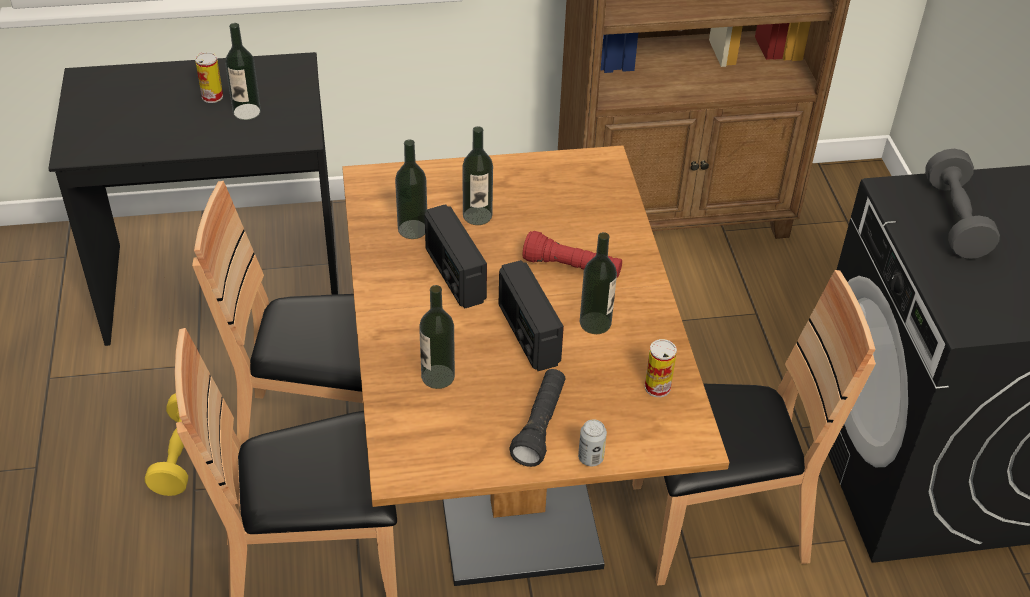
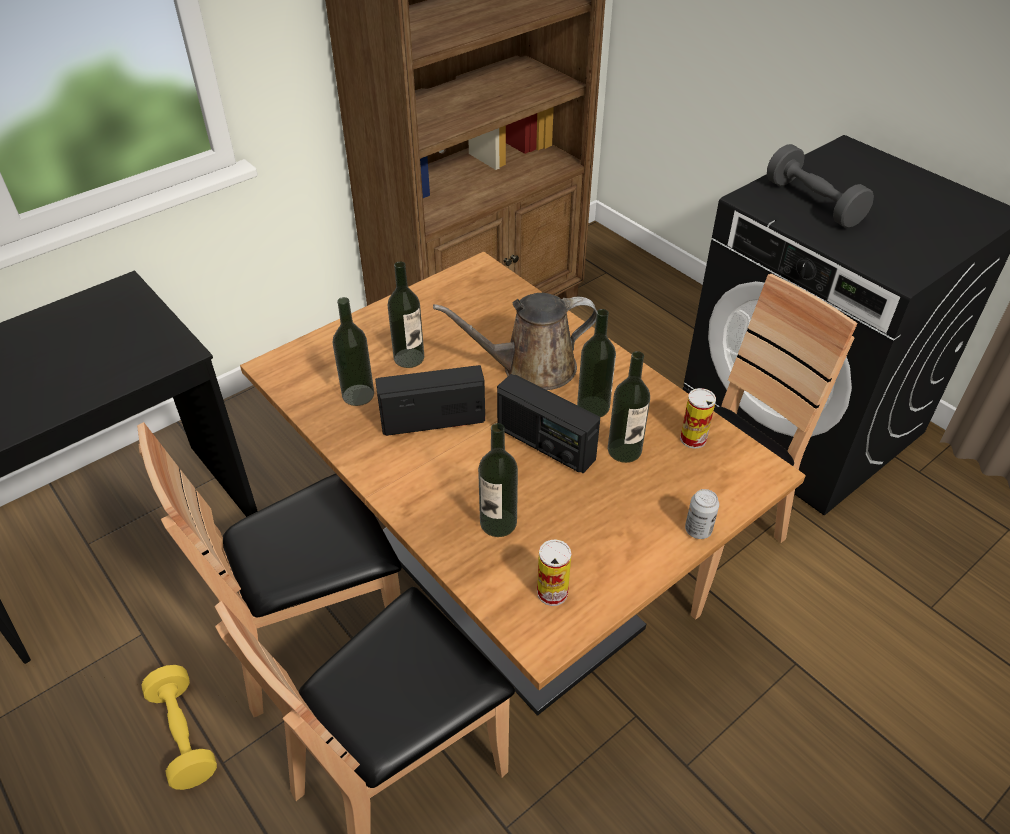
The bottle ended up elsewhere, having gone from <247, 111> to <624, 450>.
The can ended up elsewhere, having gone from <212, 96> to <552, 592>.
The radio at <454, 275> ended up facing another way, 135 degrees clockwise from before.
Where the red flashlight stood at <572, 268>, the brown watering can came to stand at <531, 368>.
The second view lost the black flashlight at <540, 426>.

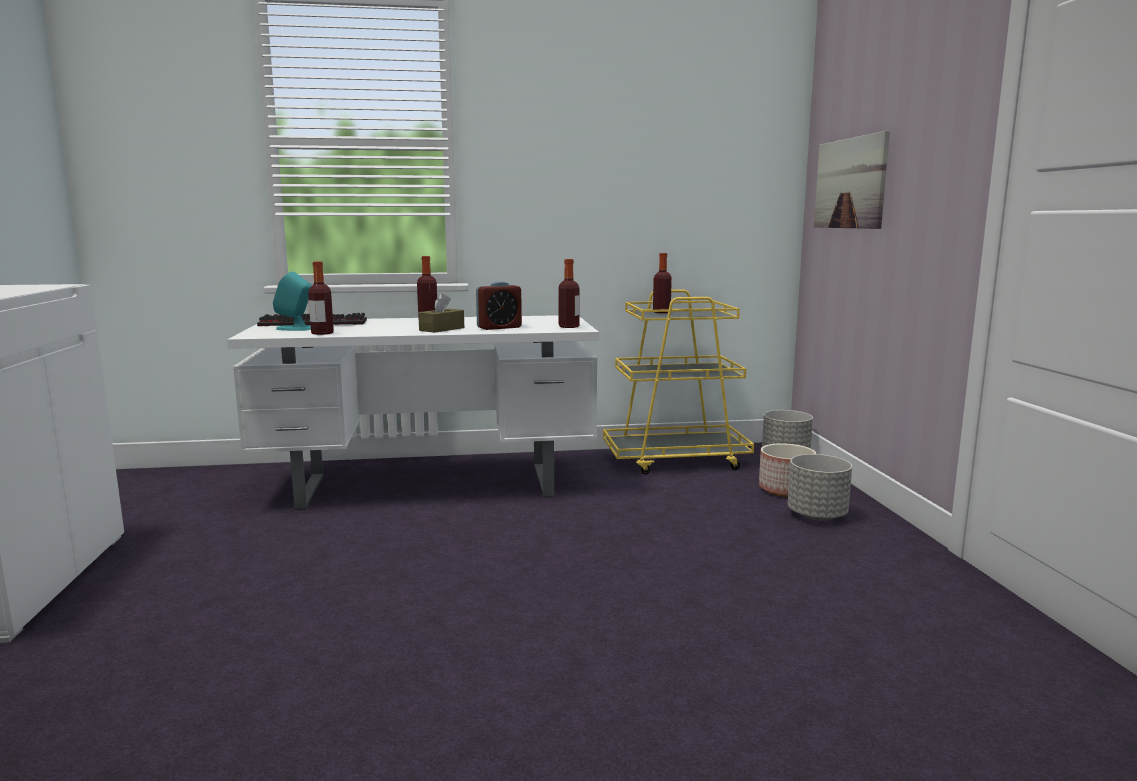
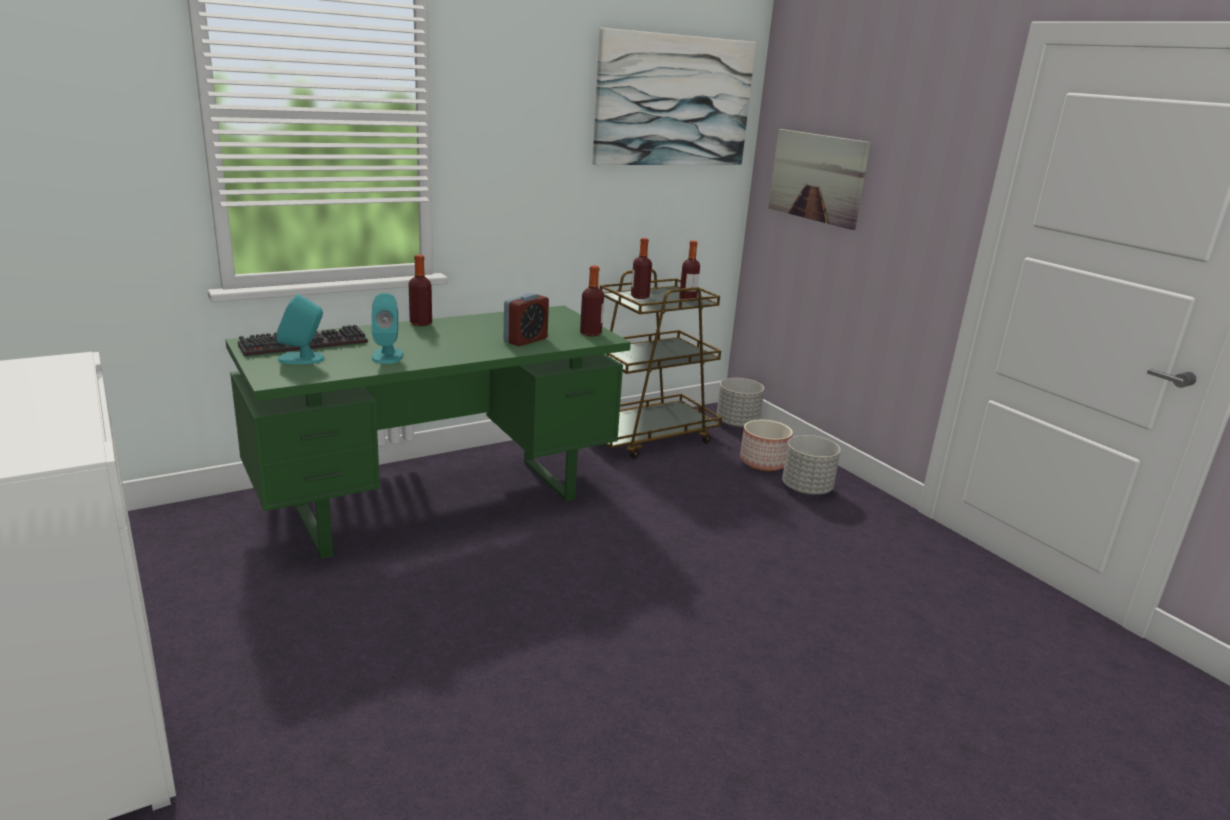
The bottle ended up elsewhere, having gone from <322, 333> to <687, 299>.
What was the yellow cart at <676, 460> turned into the brown cart at <647, 436>.
The second view lost the brown tissue box at <442, 329>.
What was the white desk at <430, 486> turned into the green desk at <440, 503>.
The second view gained the picture at <674, 101>.
The second view gained the turquoise speaker at <387, 356>.

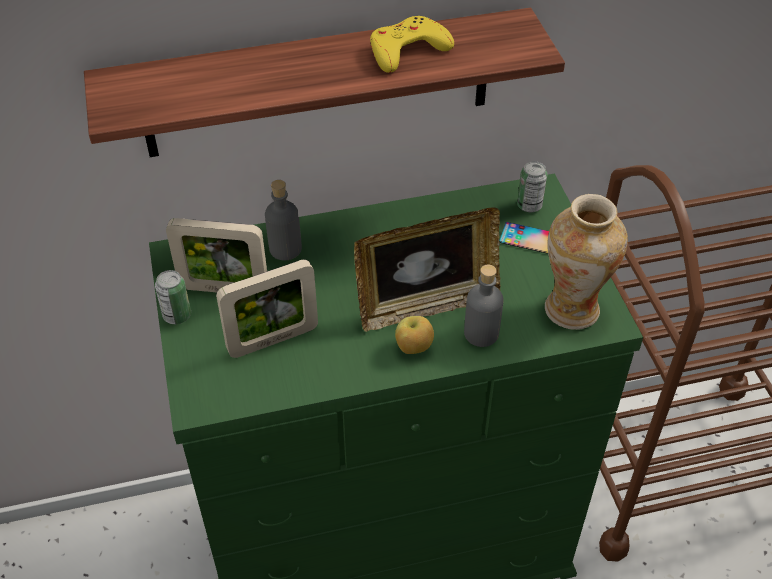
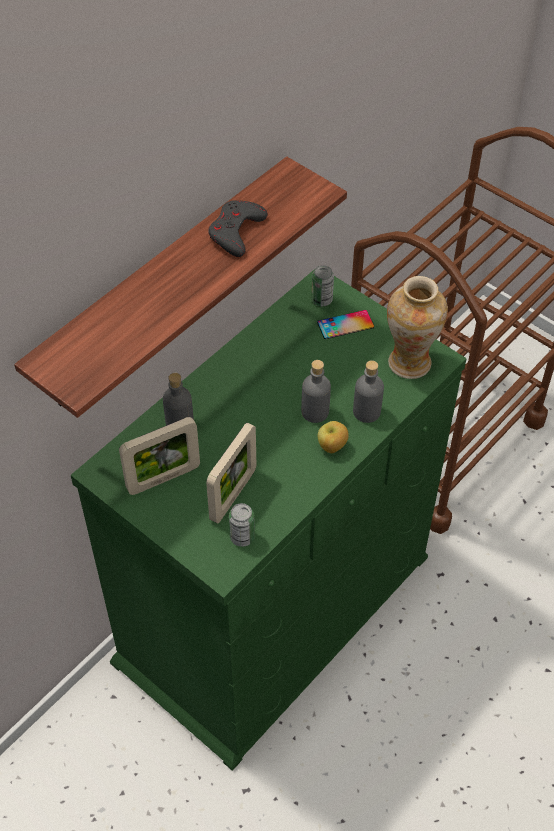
What was the yellow game controller at <407, 50> turned into the grey game controller at <236, 232>.
Where the picture frame stood at <426, 305>, the grey bottle came to stand at <315, 411>.
The can ended up elsewhere, having gone from <177, 315> to <242, 537>.

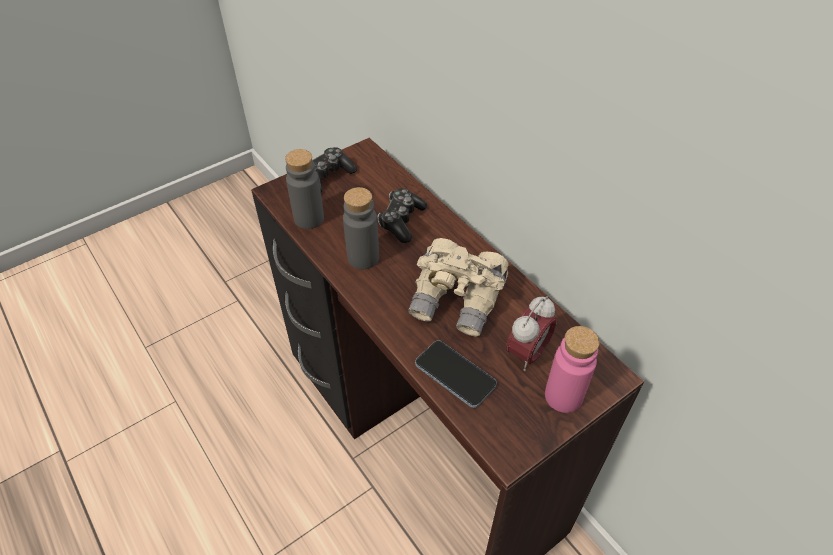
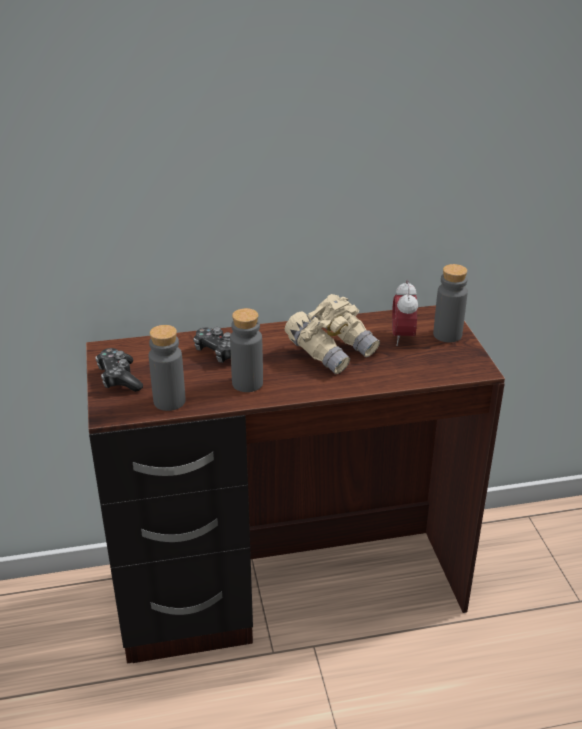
The alarm clock at <527, 353> ended up facing another way, 150 degrees counterclockwise from before.
What was the pink bottle at <563, 396> turned into the grey bottle at <447, 335>.
The second view lost the phone at <455, 375>.

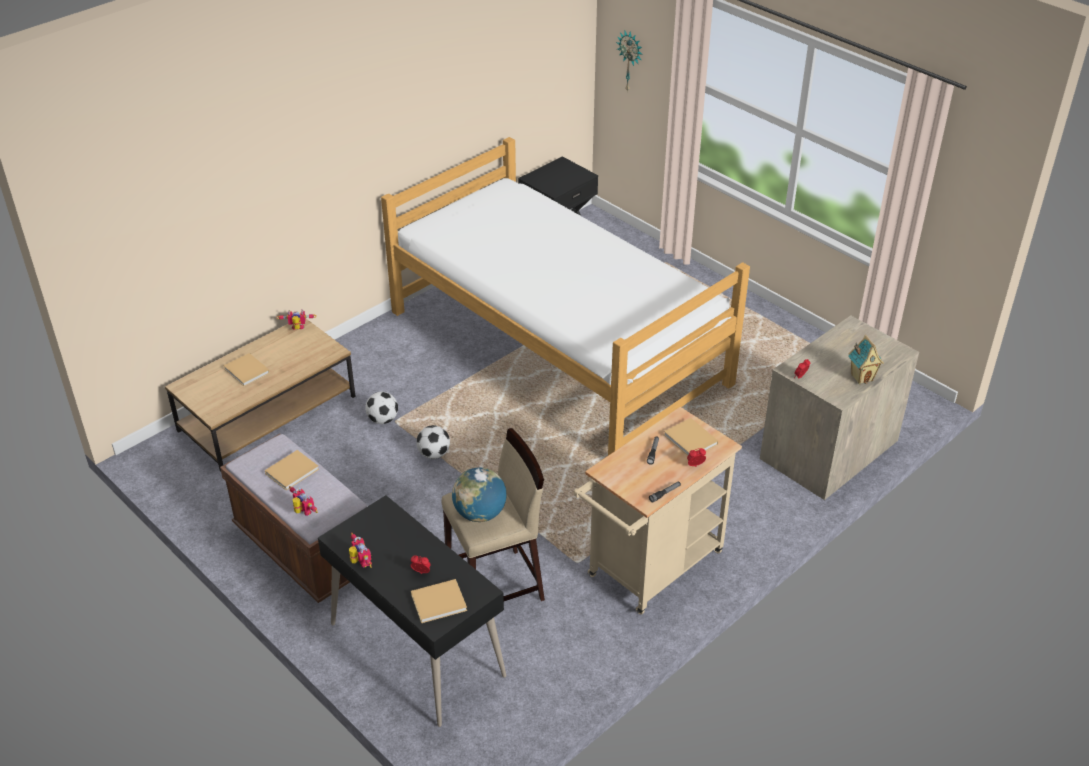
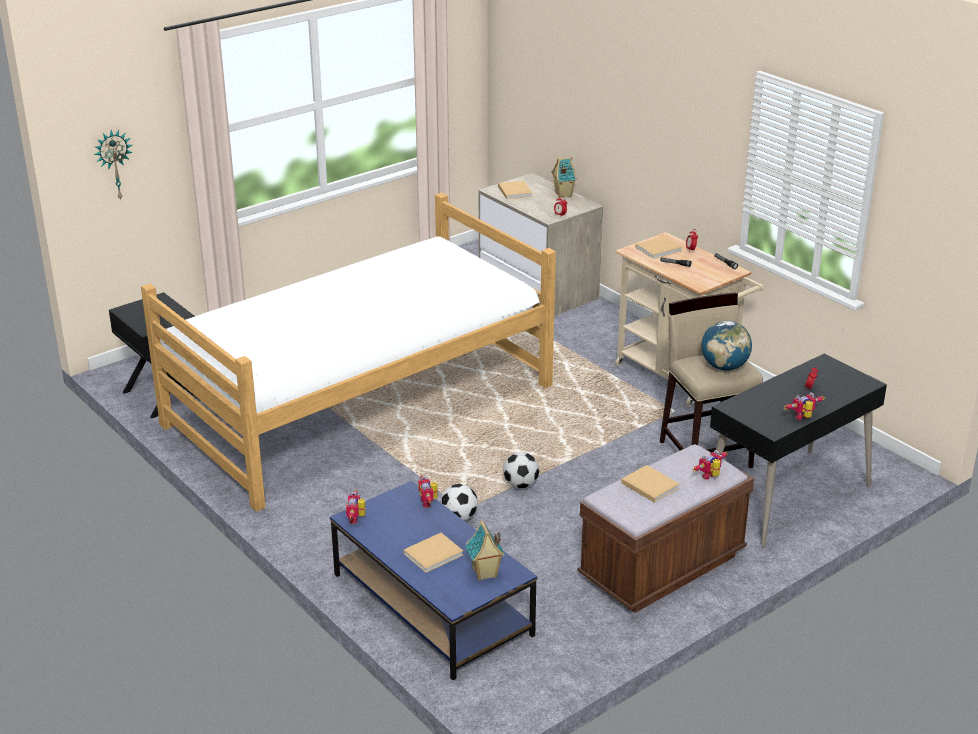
What was the brown coffee table at <267, 413> turned into the blue coffee table at <432, 604>.
The beige book ended up elsewhere, having gone from <440, 602> to <514, 191>.
The second view gained the toy robot at <429, 502>.
The second view gained the toy house at <485, 574>.

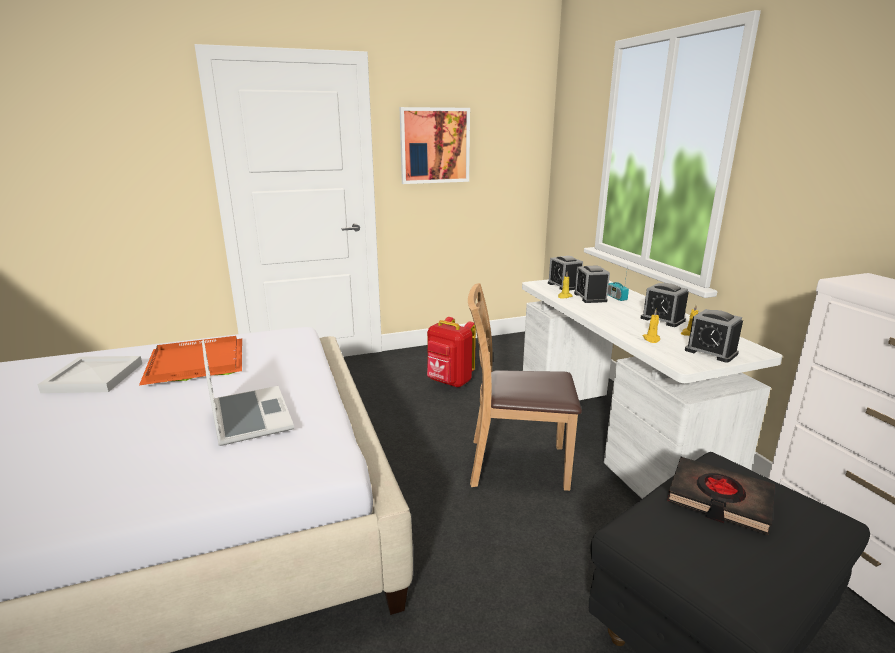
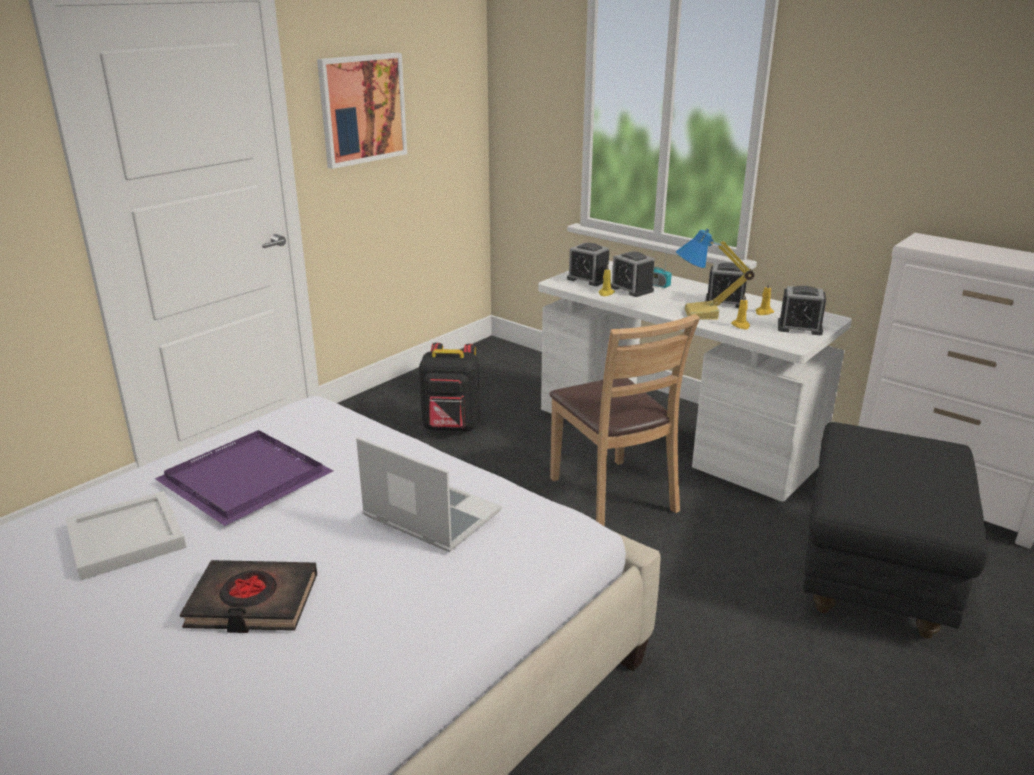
The brown chair at <516, 464> ended up facing another way, 90 degrees counterclockwise from before.
What was the red backpack at <449, 382> turned into the black backpack at <451, 427>.
What was the orange tray at <198, 364> turned into the purple tray at <249, 479>.
The black book ended up elsewhere, having gone from <719, 499> to <252, 602>.
The second view gained the table lamp at <702, 314>.

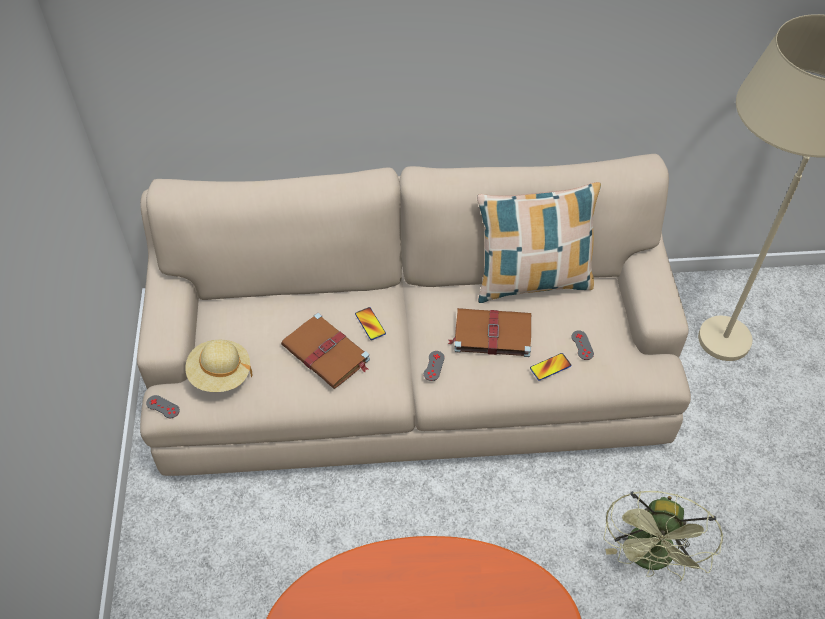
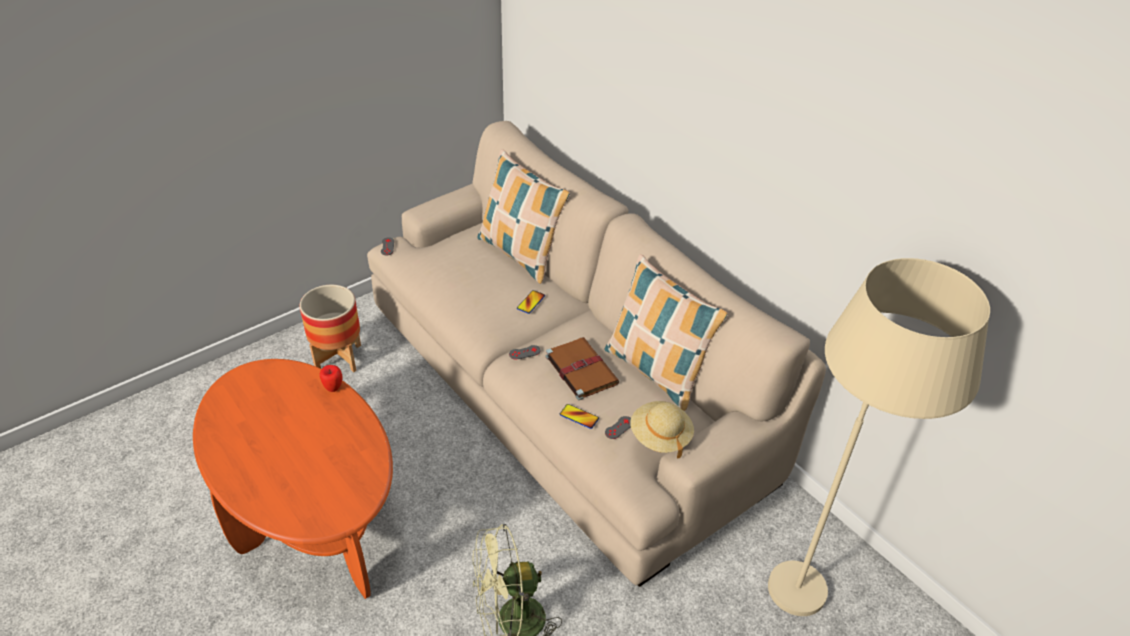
The second view lost the brown book at <327, 353>.
The beige hat ended up elsewhere, having gone from <220, 374> to <660, 436>.
The second view gained the pillow at <520, 254>.
The second view gained the planter at <338, 358>.
The second view gained the apple at <333, 388>.

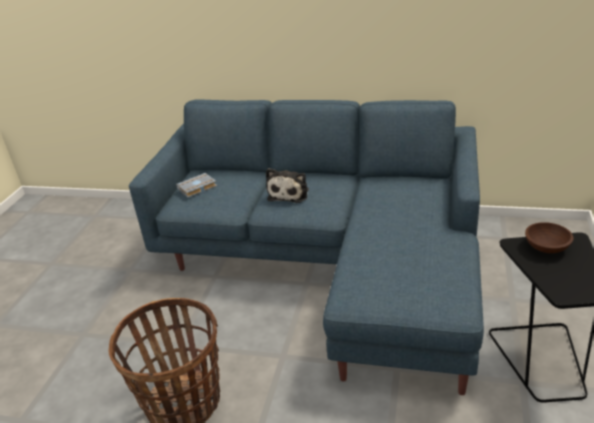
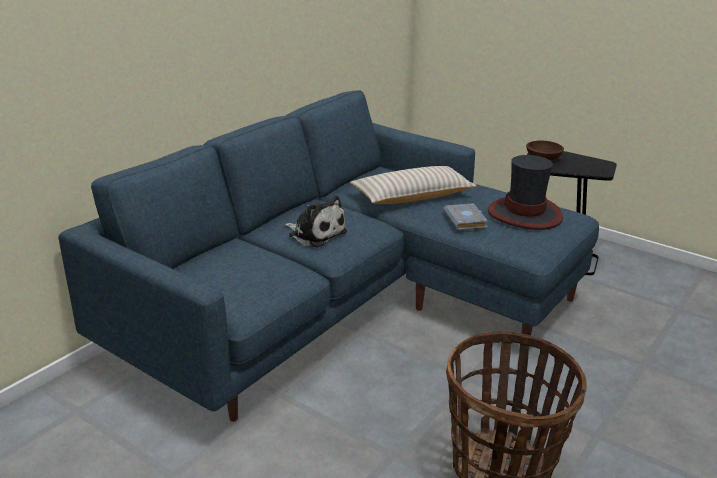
The grey book ended up elsewhere, having gone from <197, 188> to <466, 220>.
The second view gained the hat at <525, 214>.
The second view gained the beige pillow at <412, 196>.

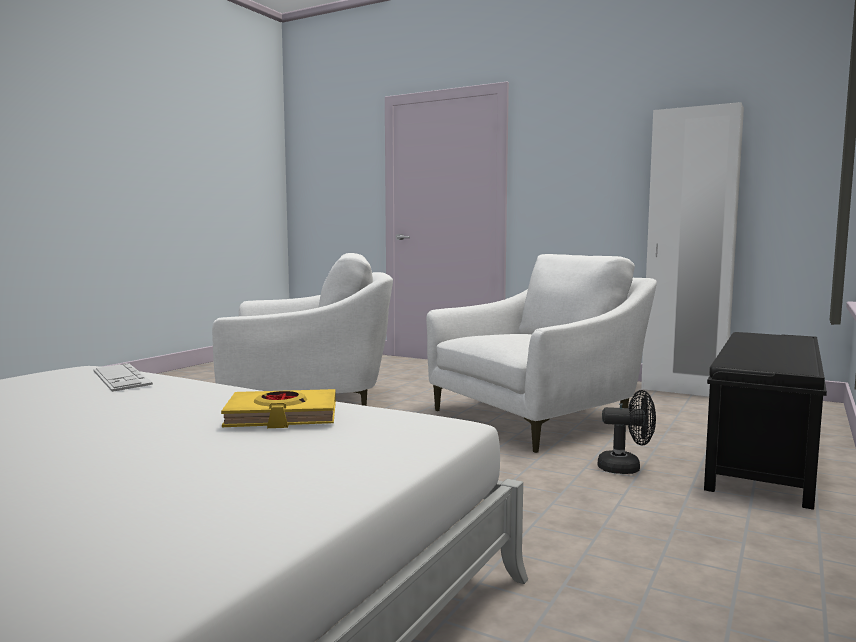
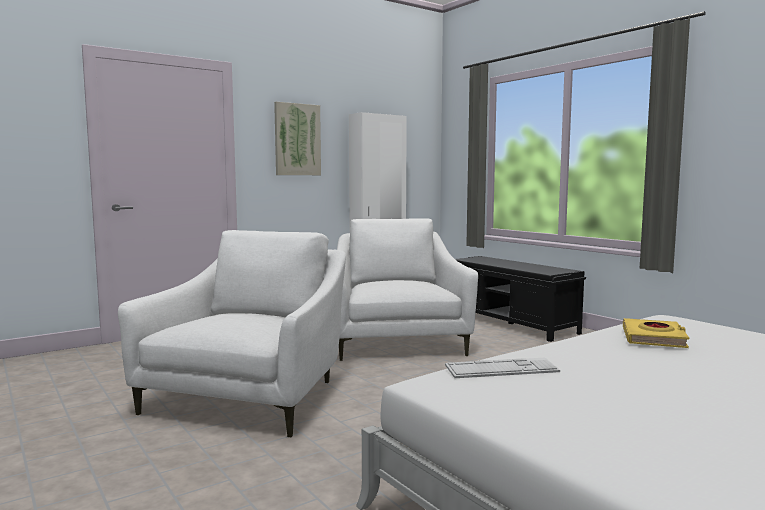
The second view lost the black fan at <626, 468>.
The second view gained the picture at <297, 139>.

